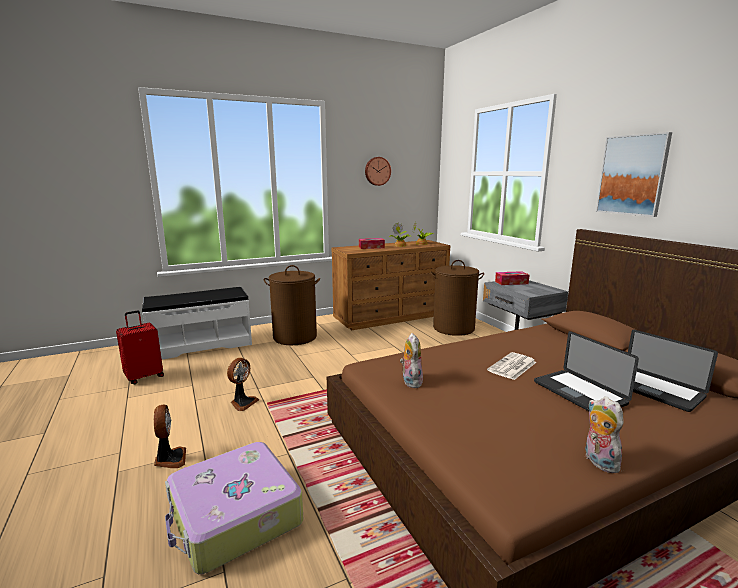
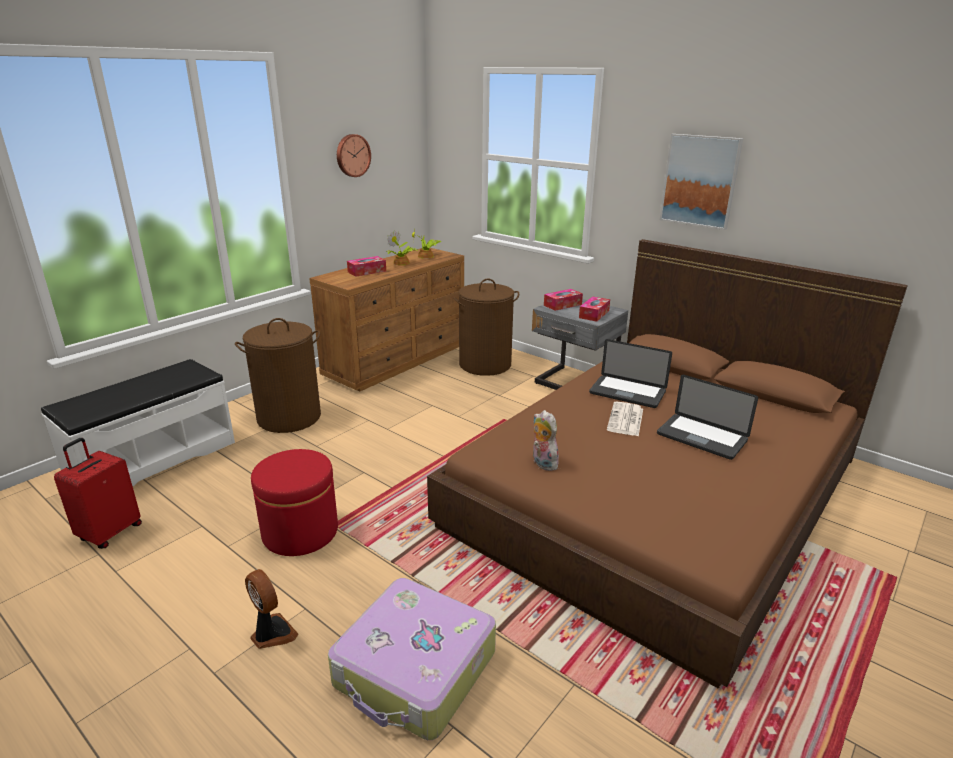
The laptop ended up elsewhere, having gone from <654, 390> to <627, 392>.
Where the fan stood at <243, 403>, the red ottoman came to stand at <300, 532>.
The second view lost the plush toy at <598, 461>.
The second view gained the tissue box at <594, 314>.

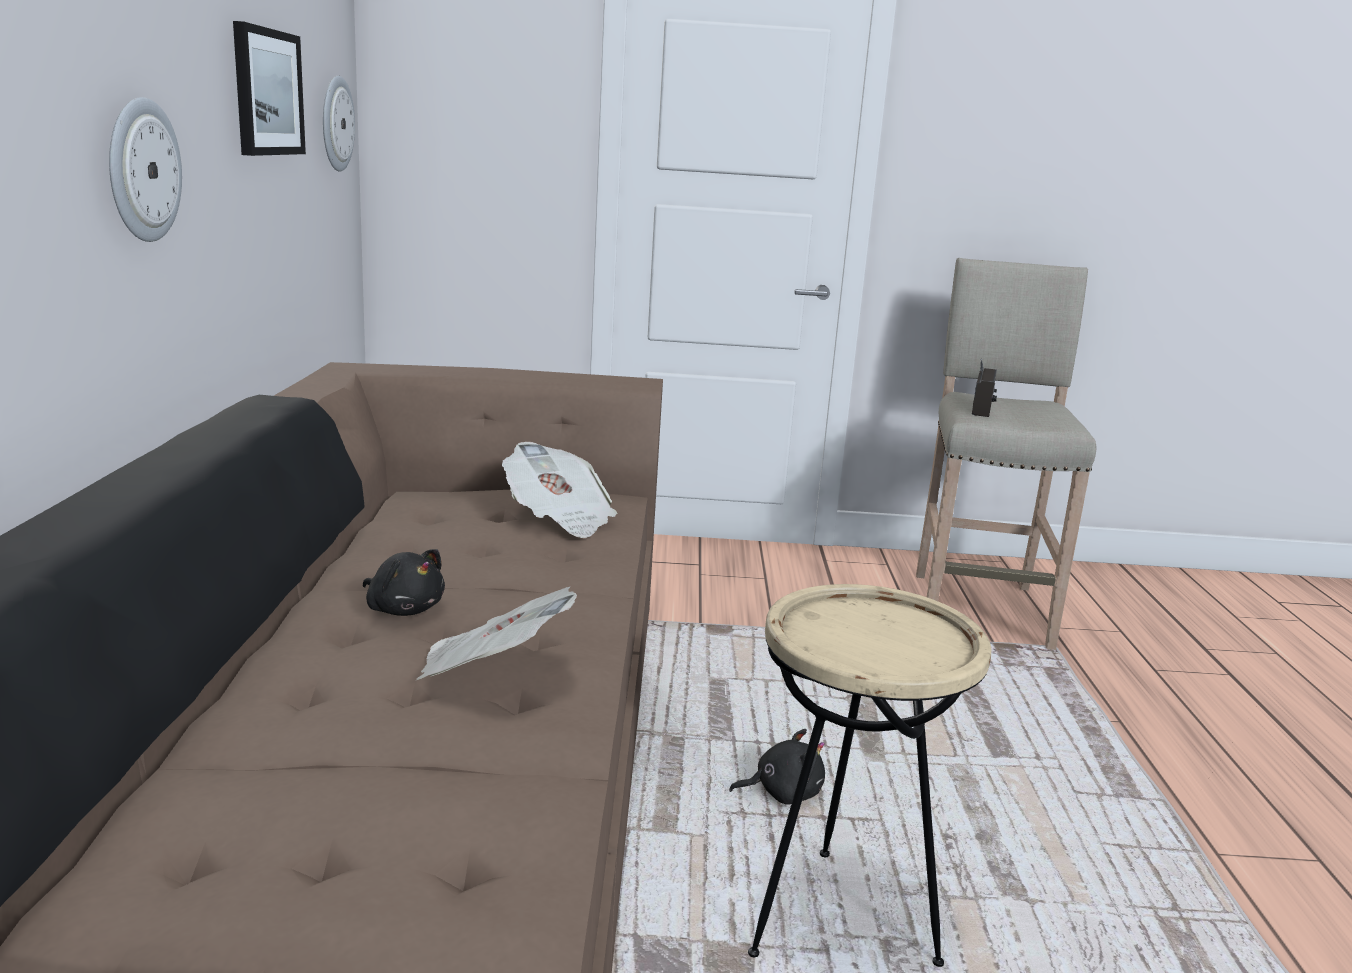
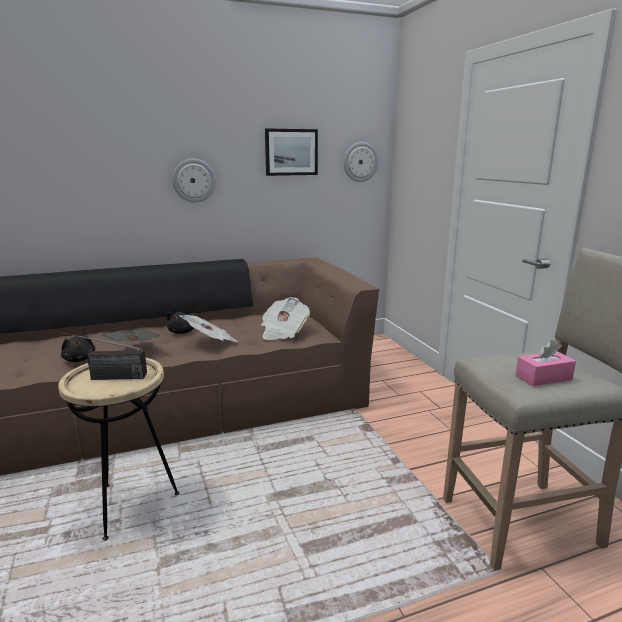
The radio ended up elsewhere, having gone from <983, 413> to <104, 377>.
The black plush toy ended up elsewhere, having gone from <782, 792> to <79, 359>.
The second view gained the newspaper at <210, 342>.
The second view gained the pink tissue box at <543, 377>.

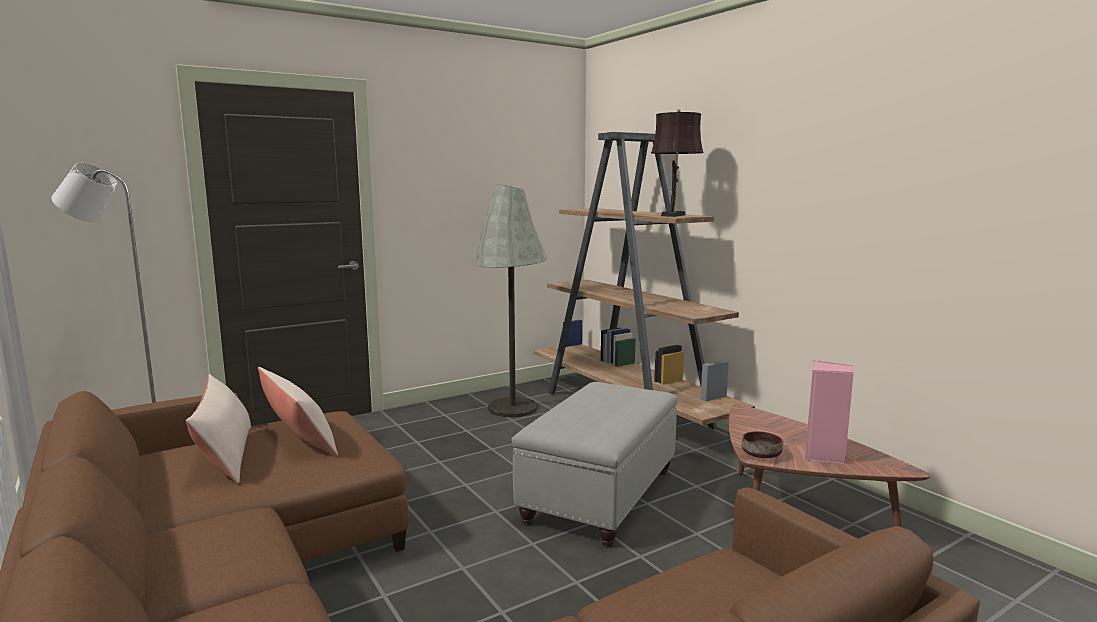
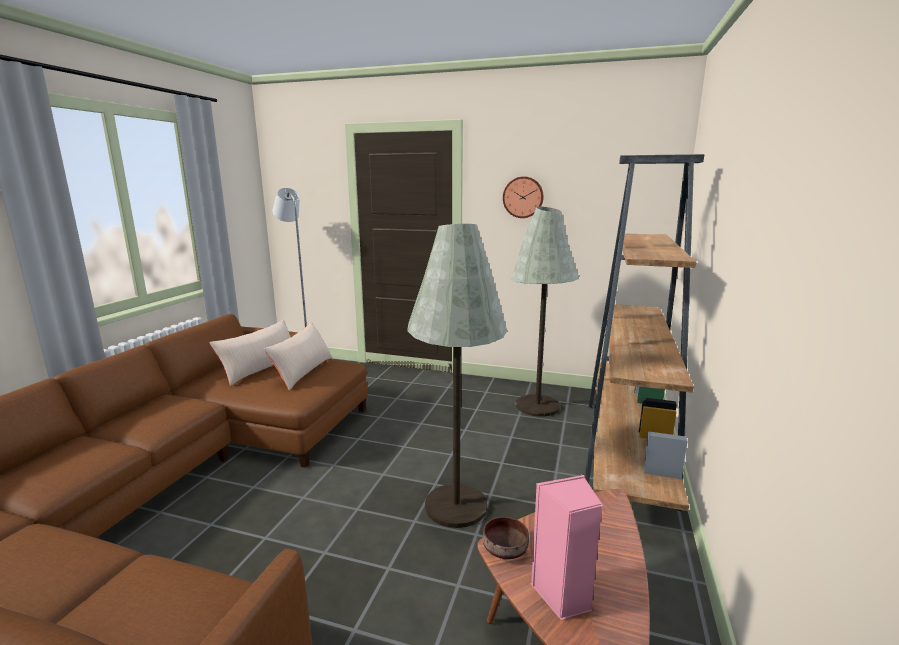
The second view lost the brown table lamp at <674, 215>.
Where the grey ottoman stood at <599, 496>, the grey floor lamp came to stand at <456, 506>.
The second view gained the wall clock at <523, 197>.

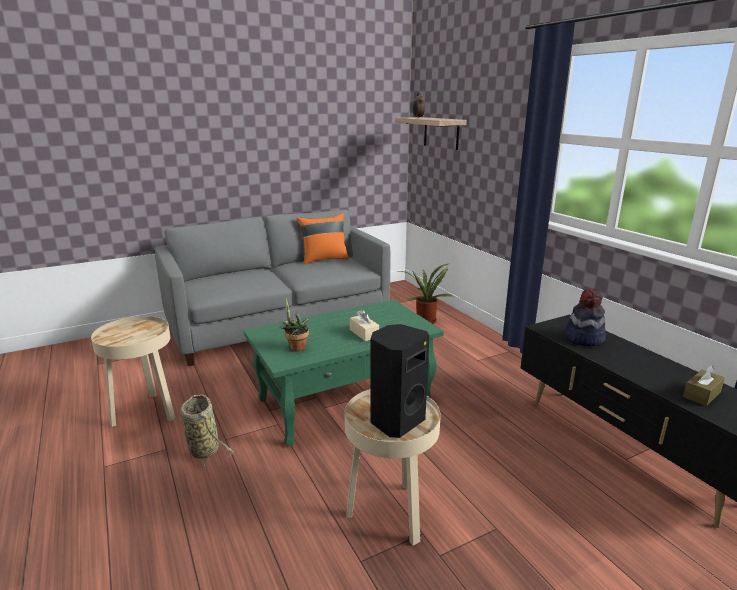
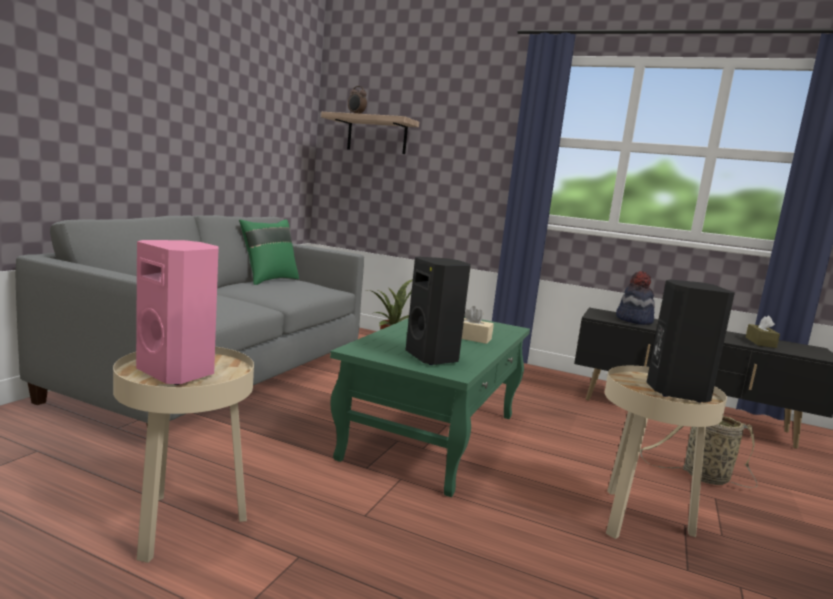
What was the orange pillow at <324, 259> turned into the green pillow at <268, 280>.
Where the potted plant stood at <295, 347>, the black speaker came to stand at <434, 358>.
The basket ended up elsewhere, having gone from <203, 448> to <702, 477>.
The second view gained the pink speaker at <179, 373>.

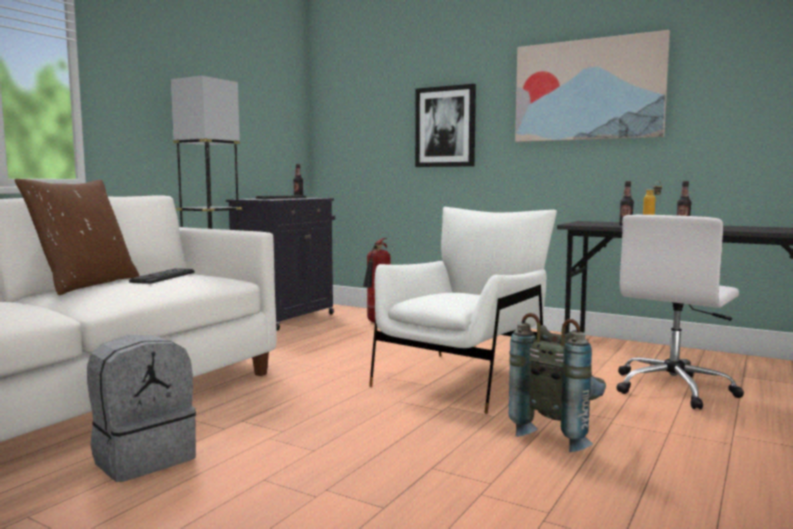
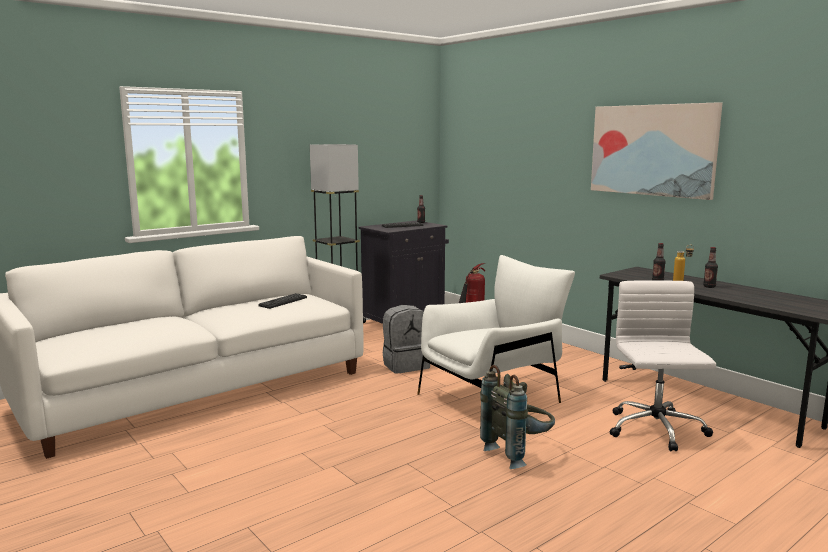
The second view lost the picture at <445, 127>.
The second view lost the brown pillow at <86, 285>.
The white office chair at <673, 388> ended up facing another way, 120 degrees clockwise from before.
The grey backpack ended up elsewhere, having gone from <143, 458> to <405, 365>.

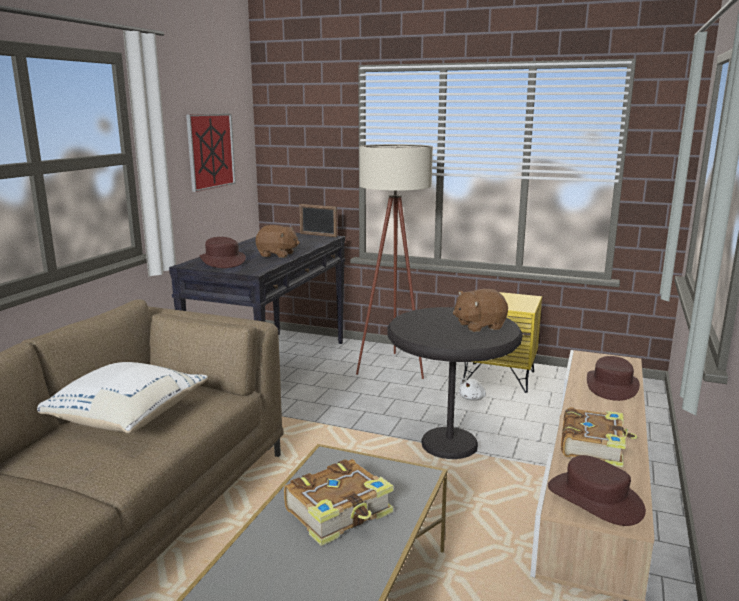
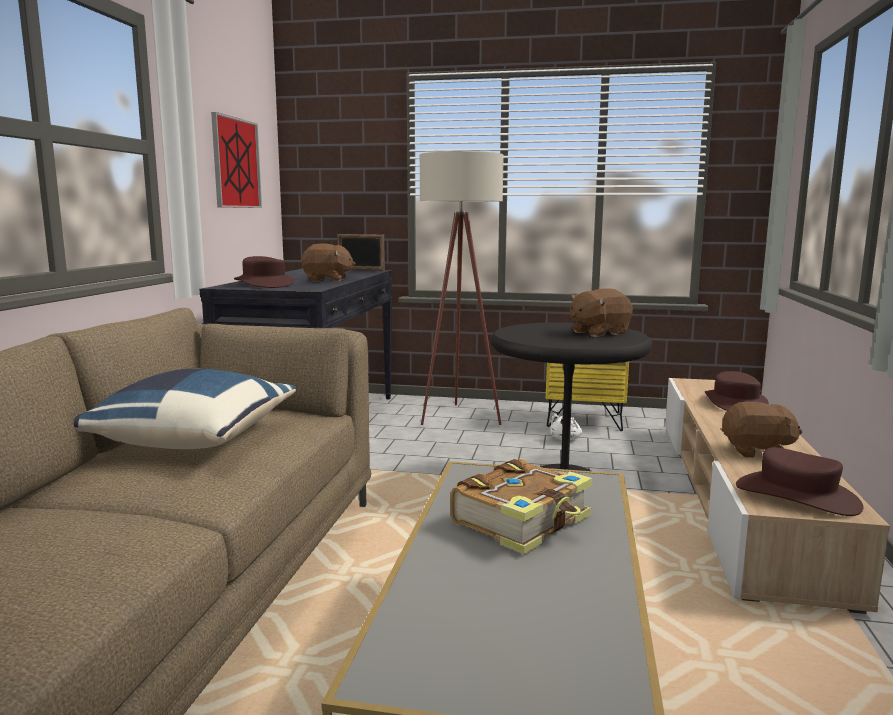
What was the white pillow at <126, 417> turned into the blue pillow at <192, 440>.
Where the book stood at <593, 446>, the brown plush toy came to stand at <757, 451>.

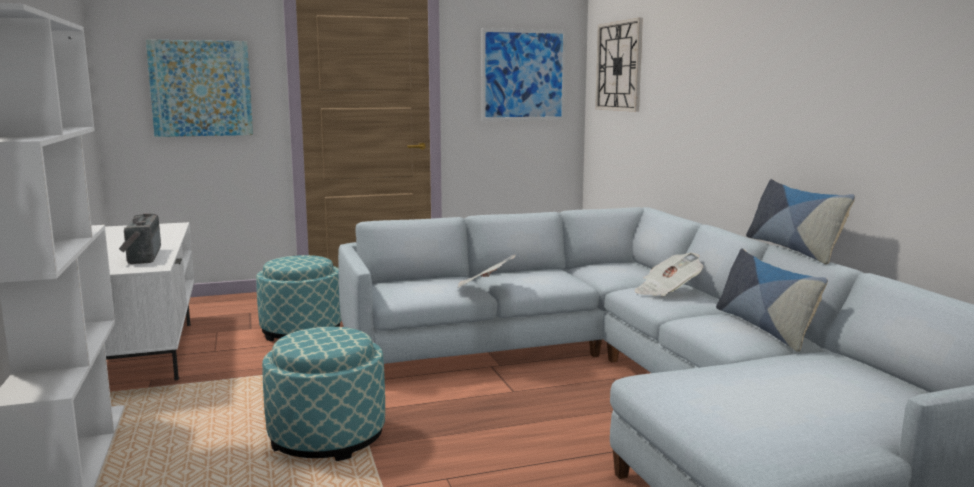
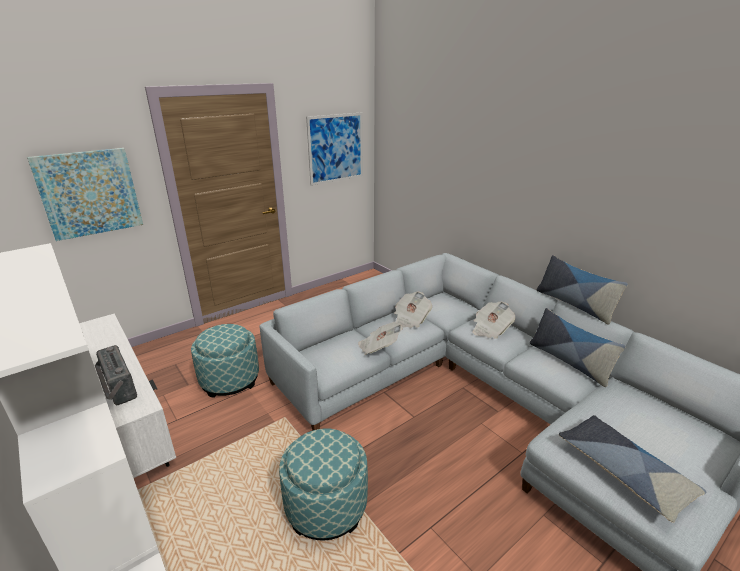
The second view lost the wall clock at <619, 66>.
The second view gained the newspaper at <410, 319>.
The second view gained the pillow at <623, 471>.

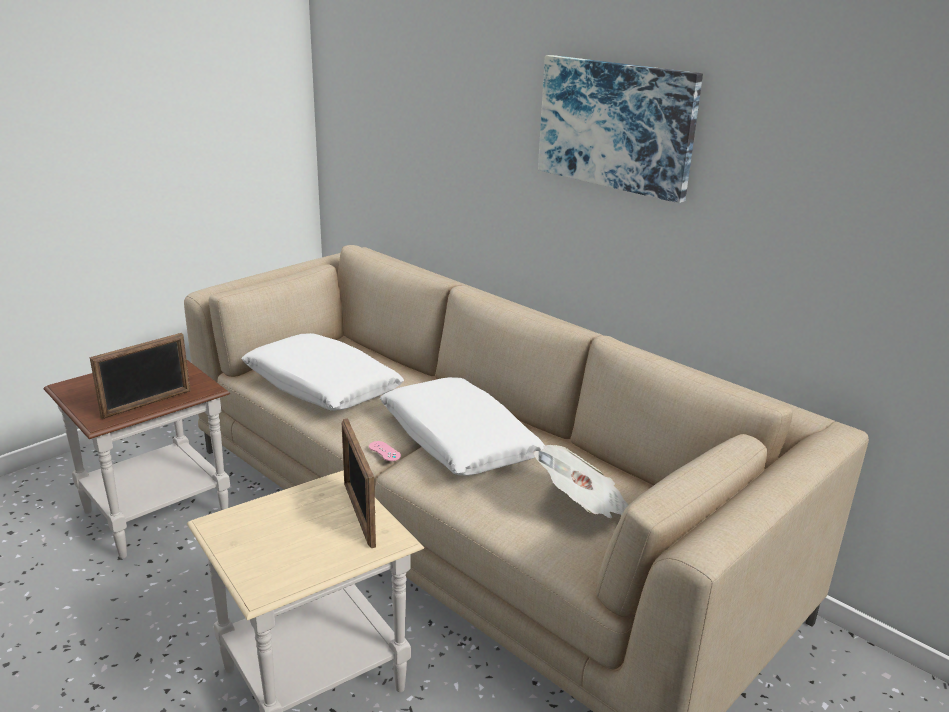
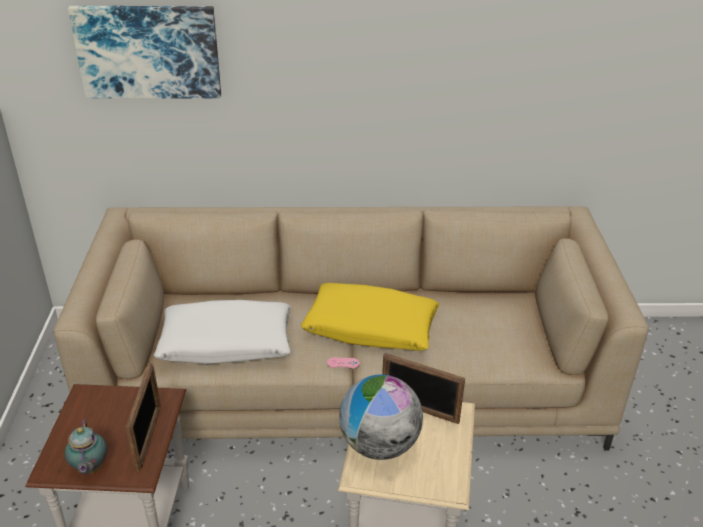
The picture ended up elsewhere, having gone from <616, 125> to <148, 51>.
What was the white pillow at <458, 441> turned into the yellow pillow at <370, 328>.
The second view lost the newspaper at <584, 506>.
The second view gained the globe at <379, 445>.
The second view gained the teapot at <89, 469>.

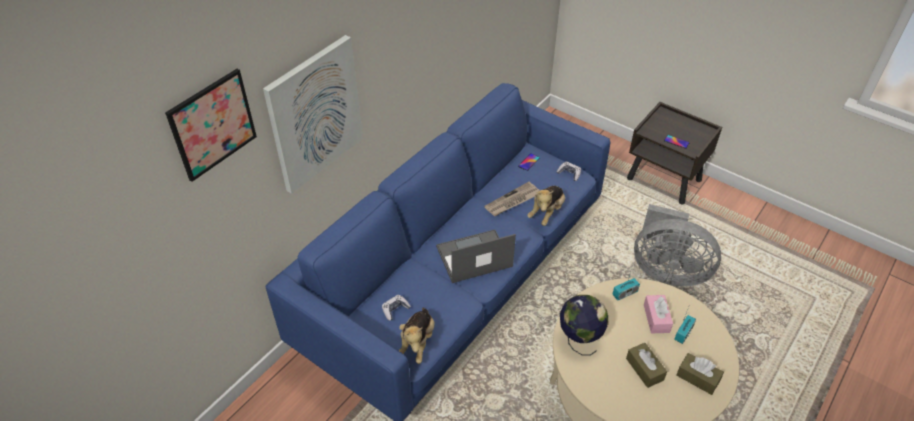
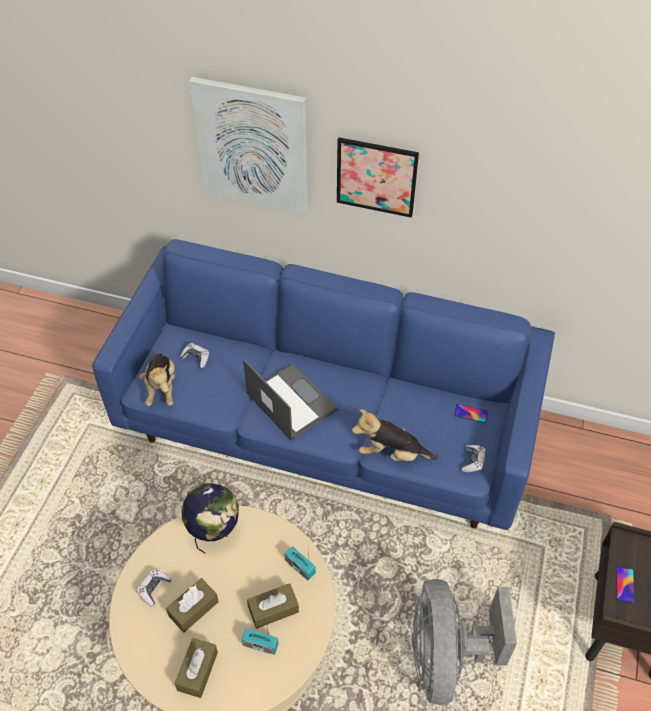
The picture ended up elsewhere, having gone from <212, 124> to <376, 177>.
The second view lost the newspaper at <512, 201>.
What was the pink tissue box at <656, 318> turned into the brown tissue box at <273, 609>.
The plush toy at <417, 342> ended up facing another way, 90 degrees counterclockwise from before.
The second view gained the game controller at <154, 588>.

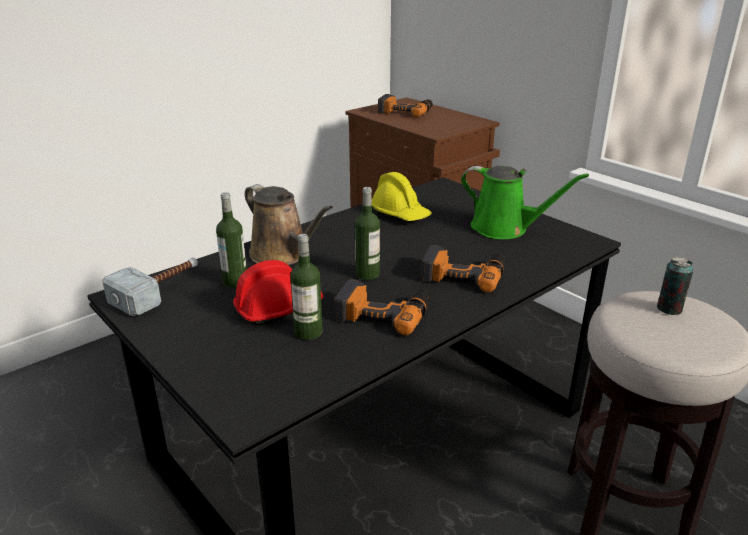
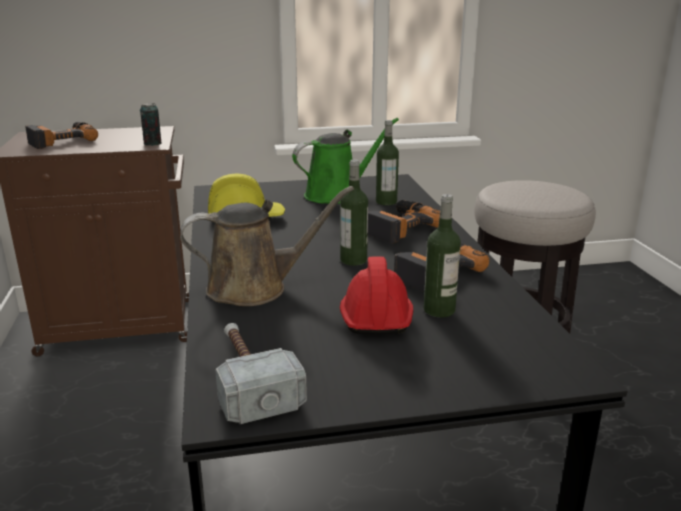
The bottle ended up elsewhere, having gone from <235, 281> to <386, 202>.
The can ended up elsewhere, having gone from <669, 309> to <152, 144>.

